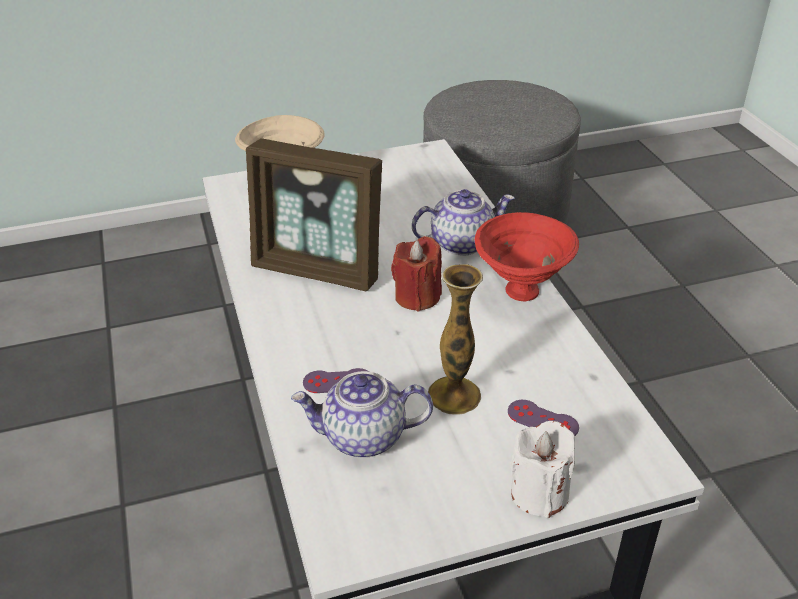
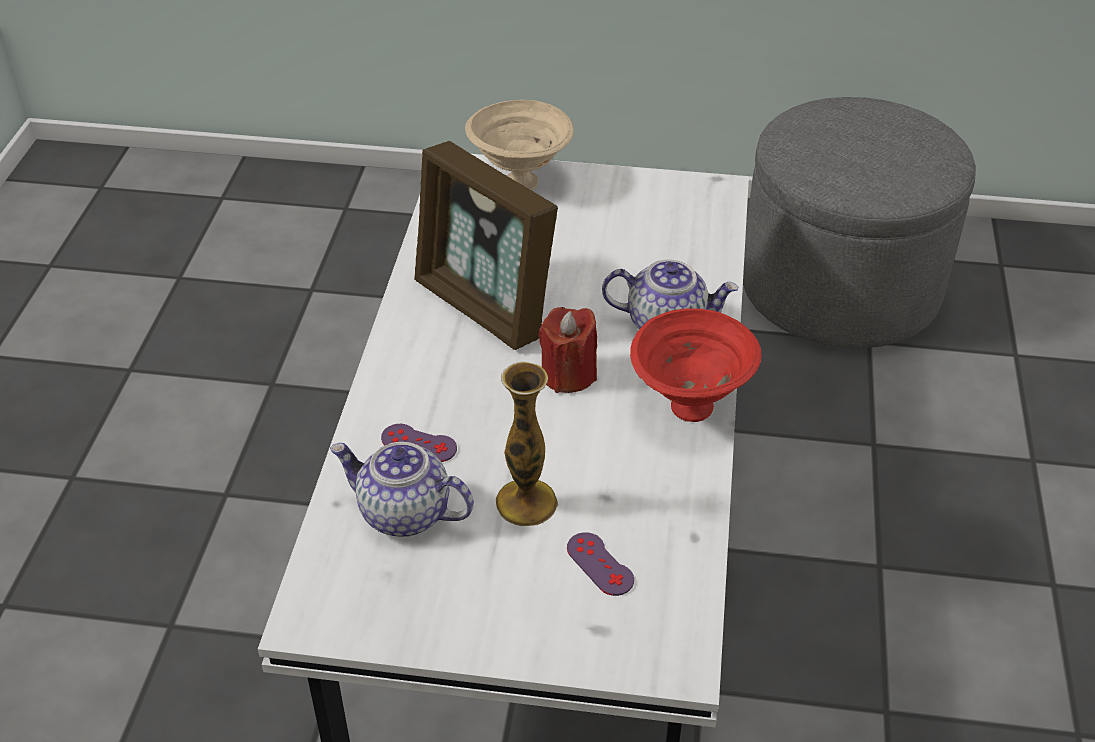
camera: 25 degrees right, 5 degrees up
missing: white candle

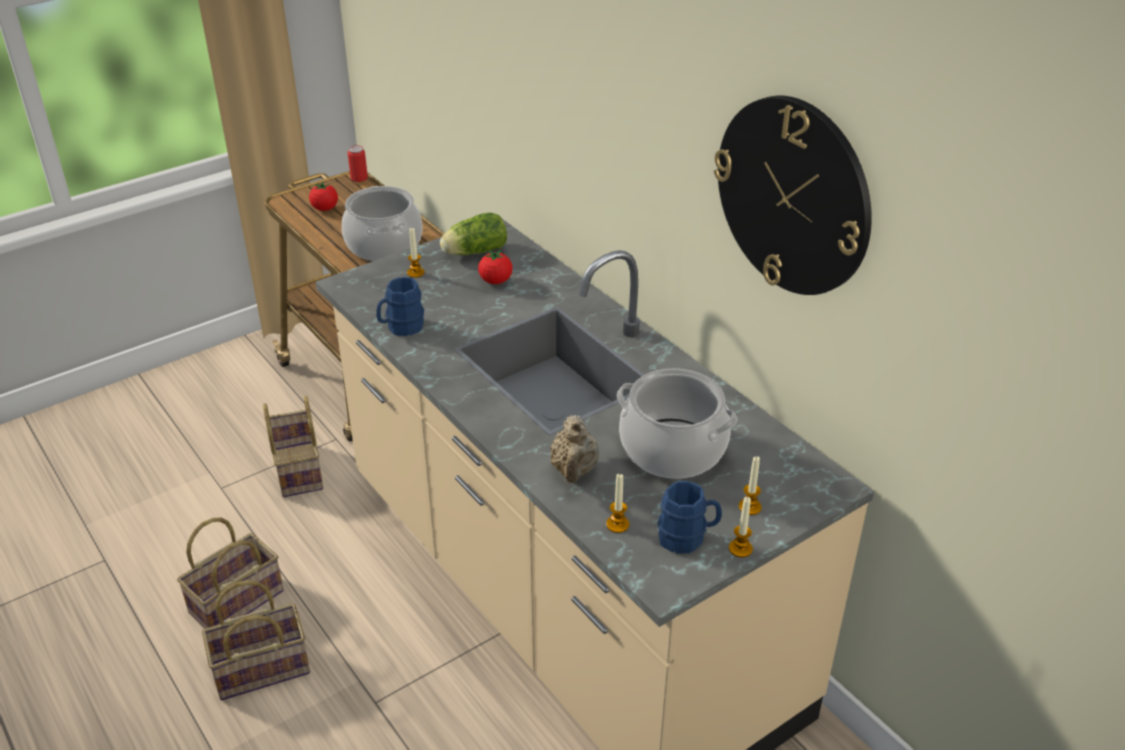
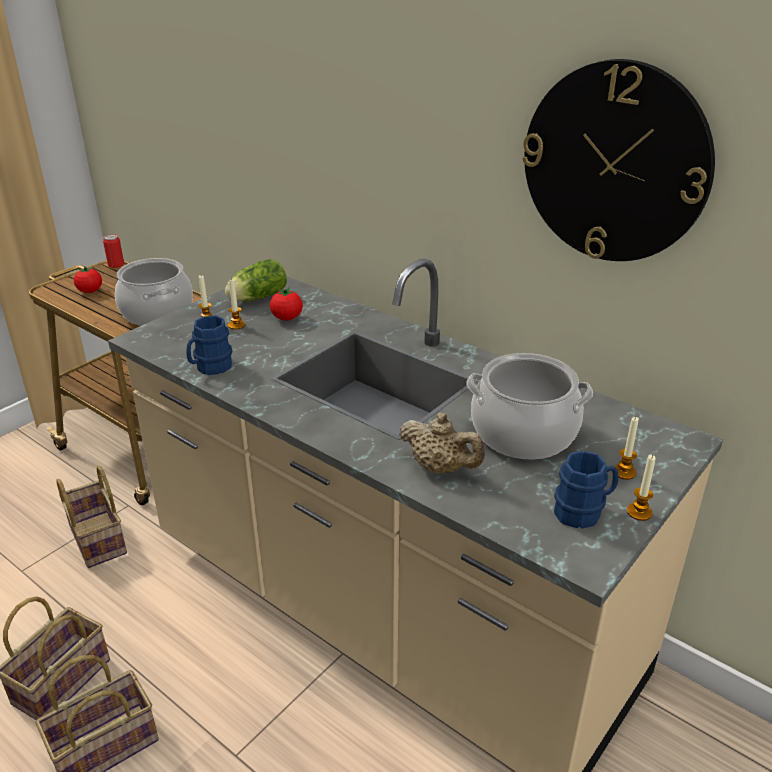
camera: 15 degrees left, 5 degrees down
relocated: candle (no. 2 from left)
spun: beige teapot 45 degrees counterclockwise

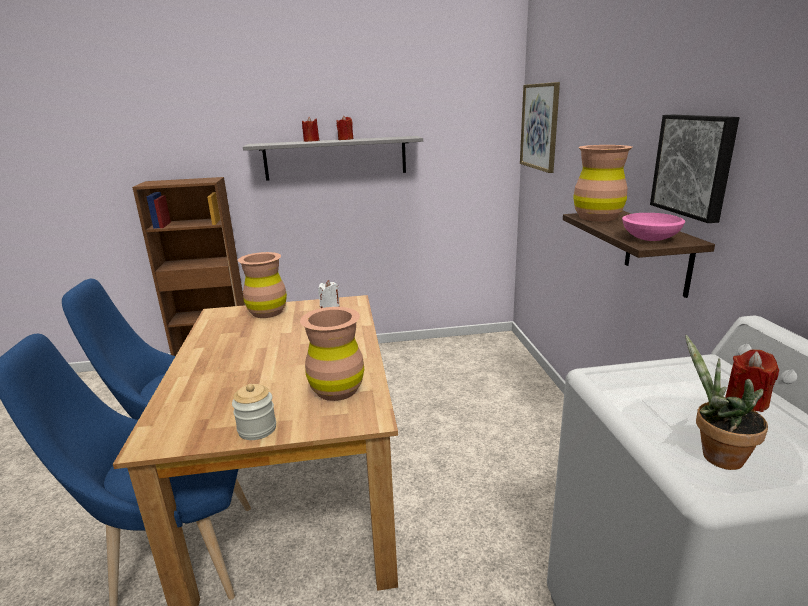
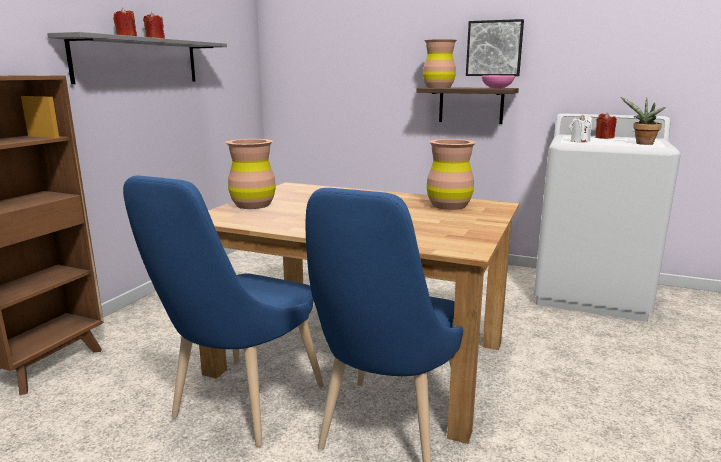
camera: 60 degrees left, 5 degrees down
missing: jar; picture (no. 1 from left)
relocated: white candle

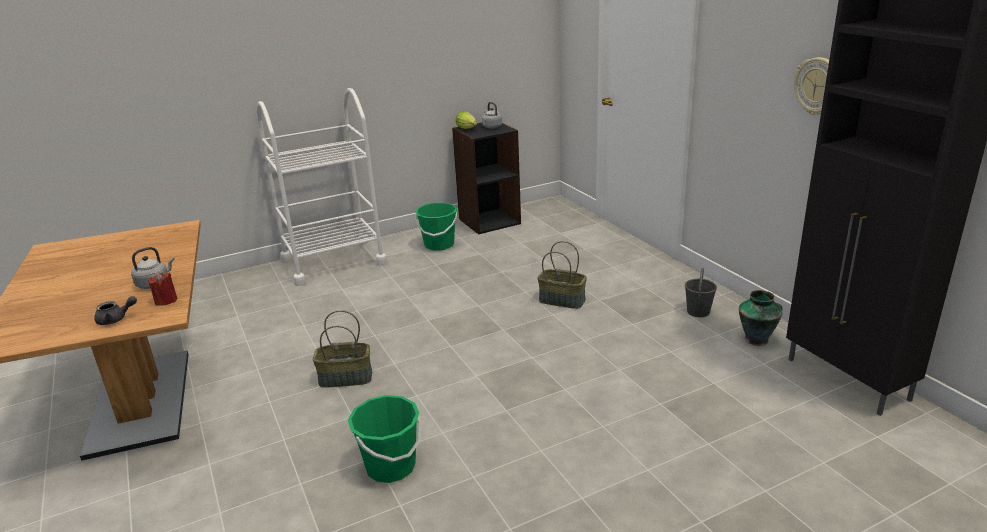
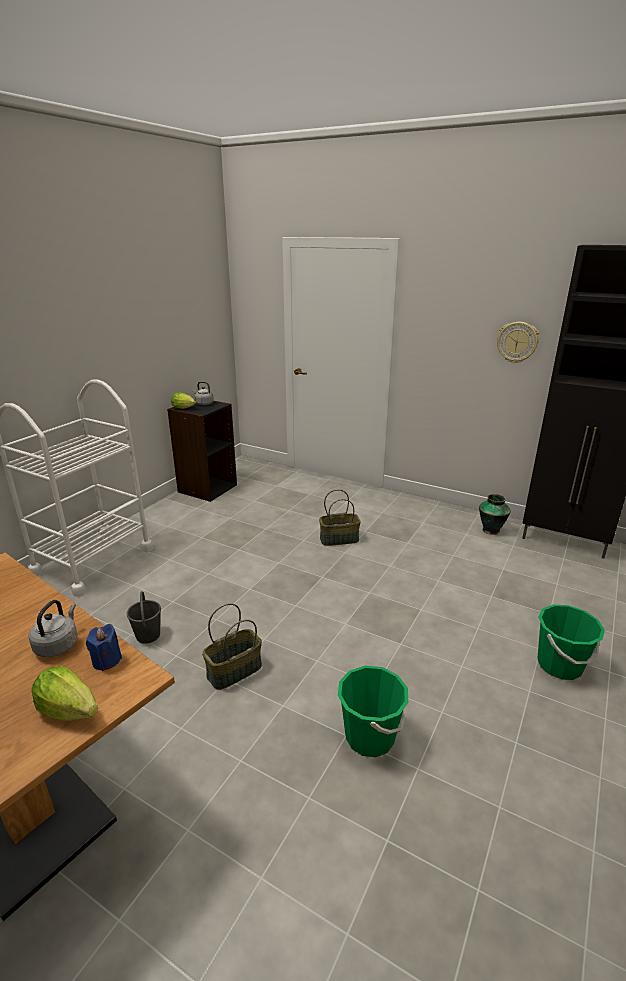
camera: 35 degrees left, 0 degrees up
relocated: green bucket (no. 2 from left); grey bucket
exchanged: grey teapot to lettuce (no. 1 from left)
colour: red candle to blue candle

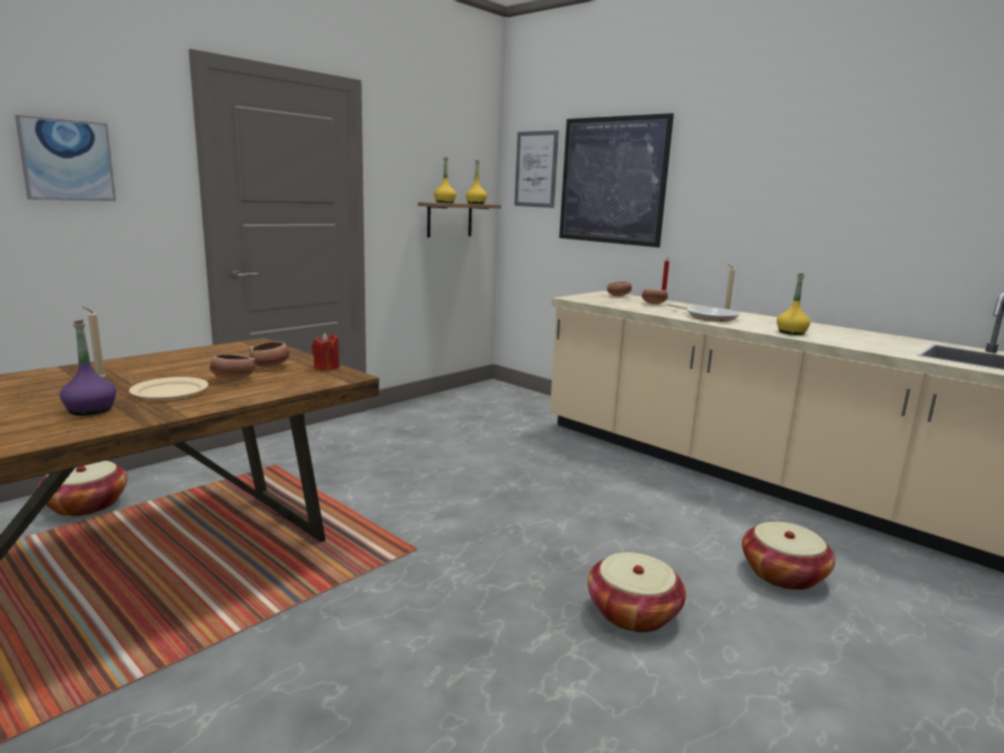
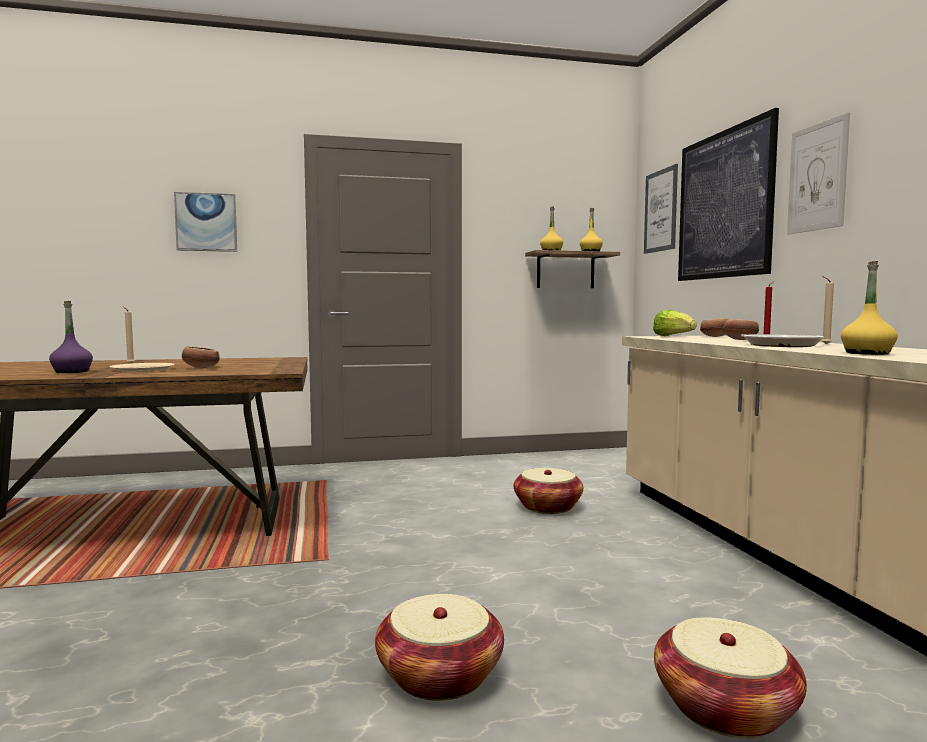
camera: 35 degrees right, 10 degrees down
missing: bowl (no. 2 from left); red candle (no. 1 from left)
appeared: lettuce; picture (no. 4 from left)
relocated: basket (no. 1 from left in the first image) to basket (no. 2 from left)

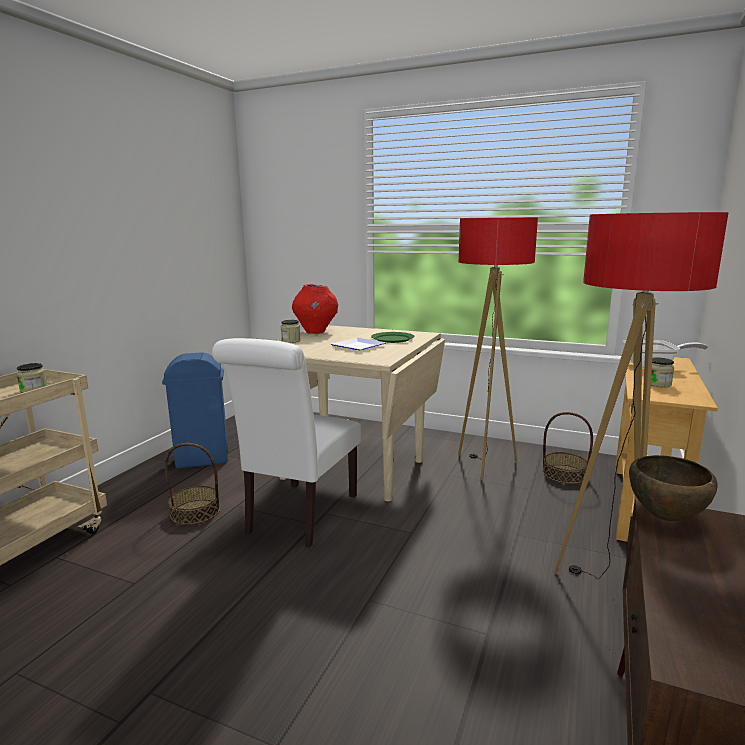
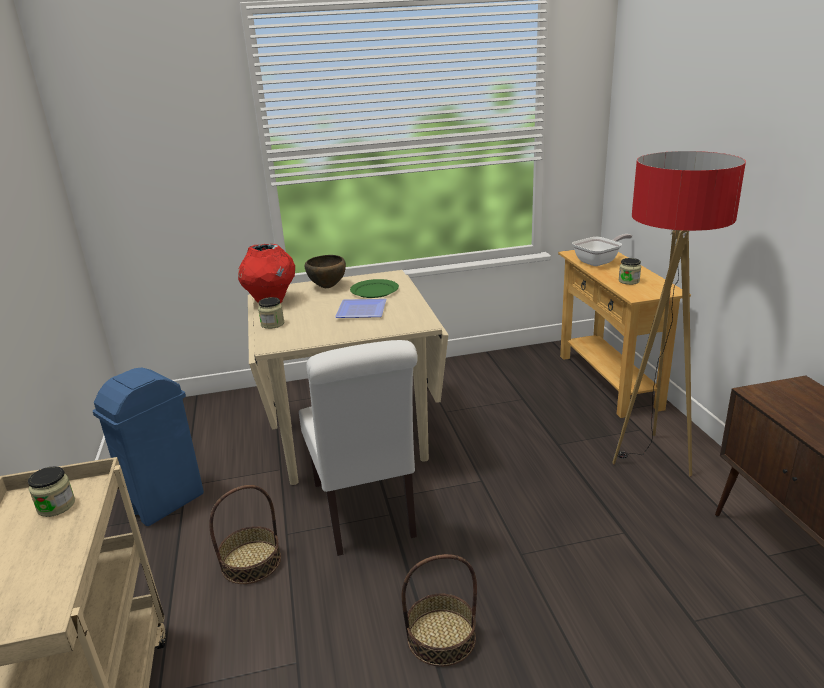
camera: 35 degrees left, 10 degrees up
missing: floor lamp (no. 1 from left)
relocated: basket (no. 2 from left); brown bowl

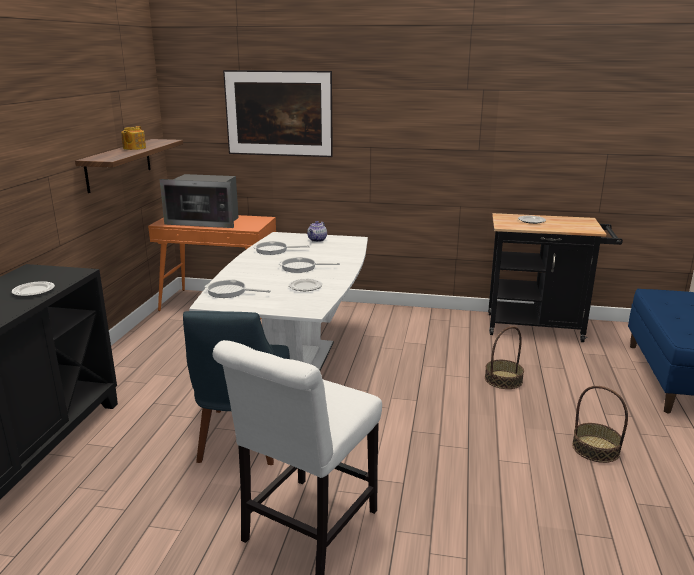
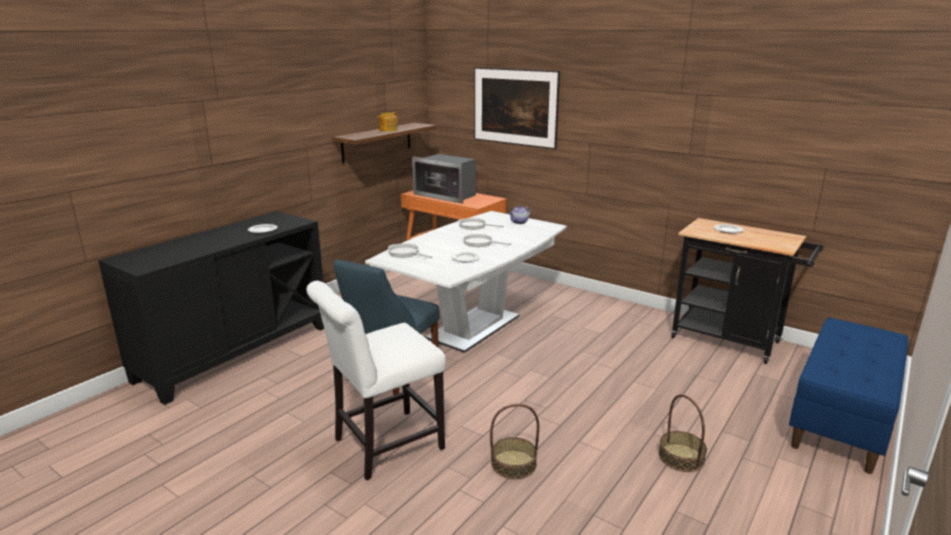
camera: 25 degrees right, 0 degrees up
relocated: basket (no. 1 from left)

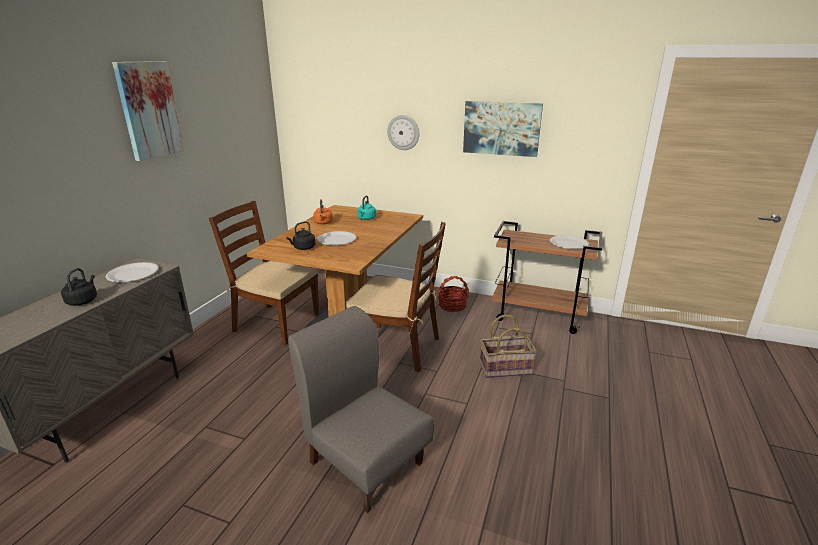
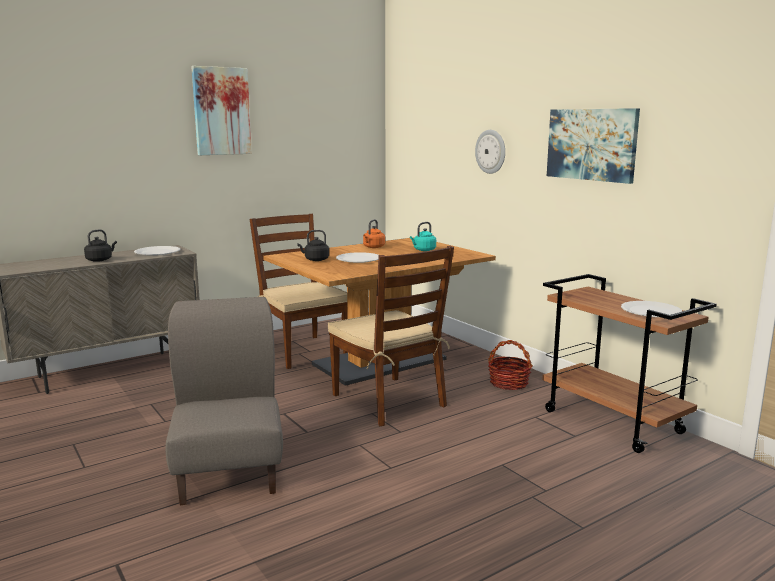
camera: 35 degrees right, 10 degrees down
missing: basket (no. 2 from left)

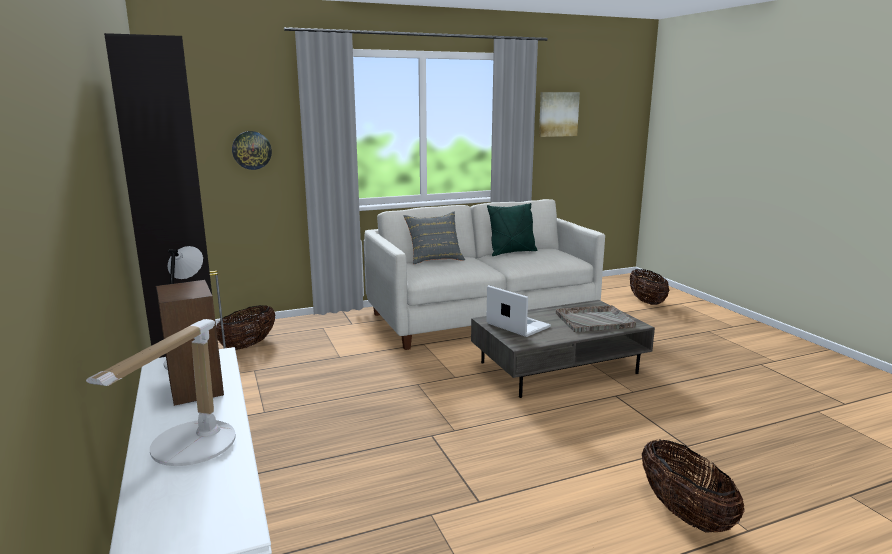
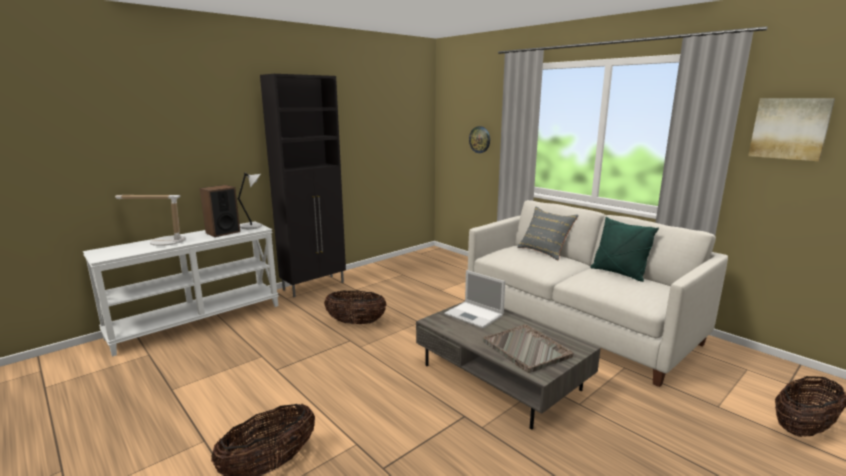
camera: 70 degrees right, 0 degrees up
relocated: basket (no. 1 from left in the first image) to basket (no. 2 from left)
spun: laptop 105 degrees clockwise

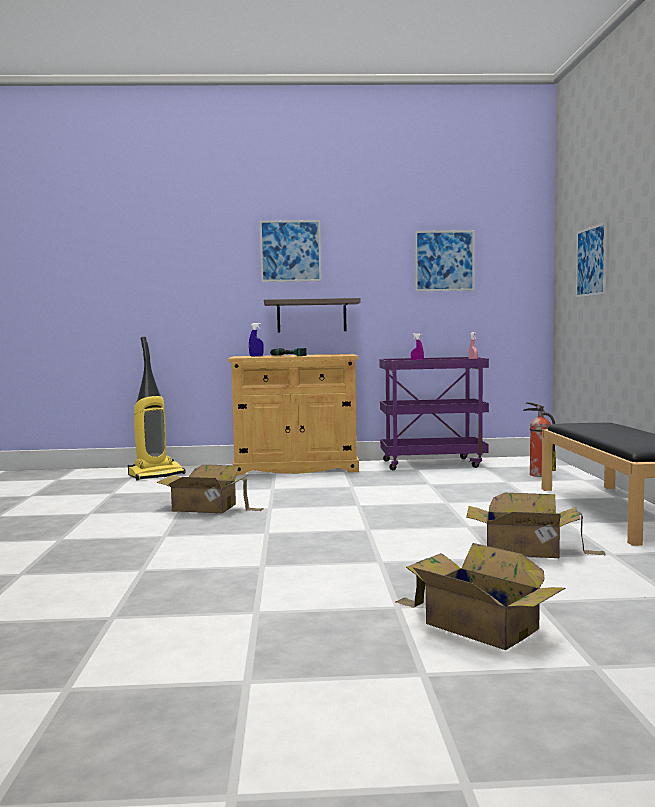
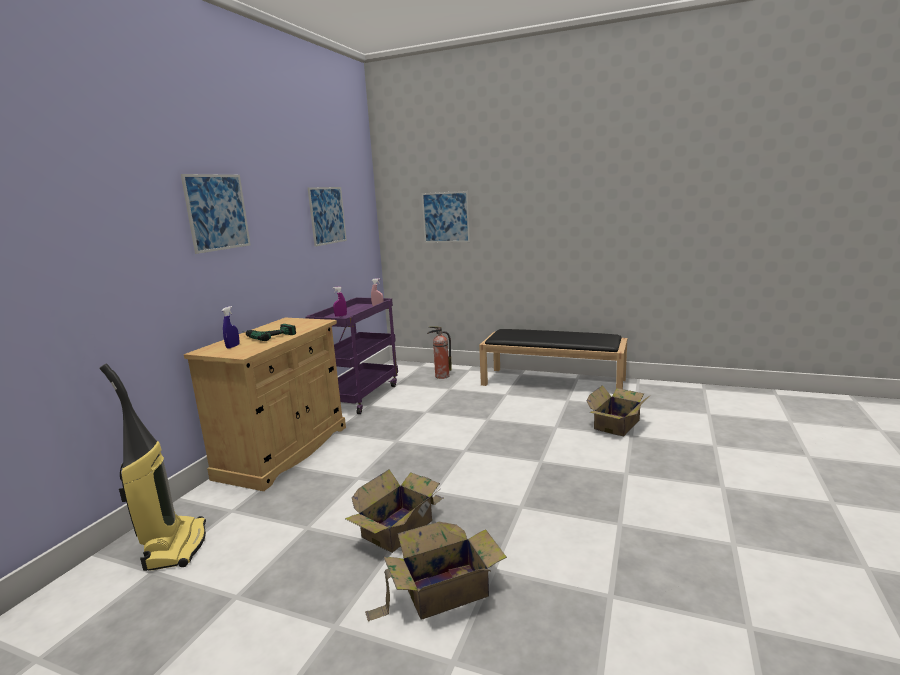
camera: 65 degrees left, 10 degrees up
missing: shelf
relocated: cardboard box (no. 2 from left)

